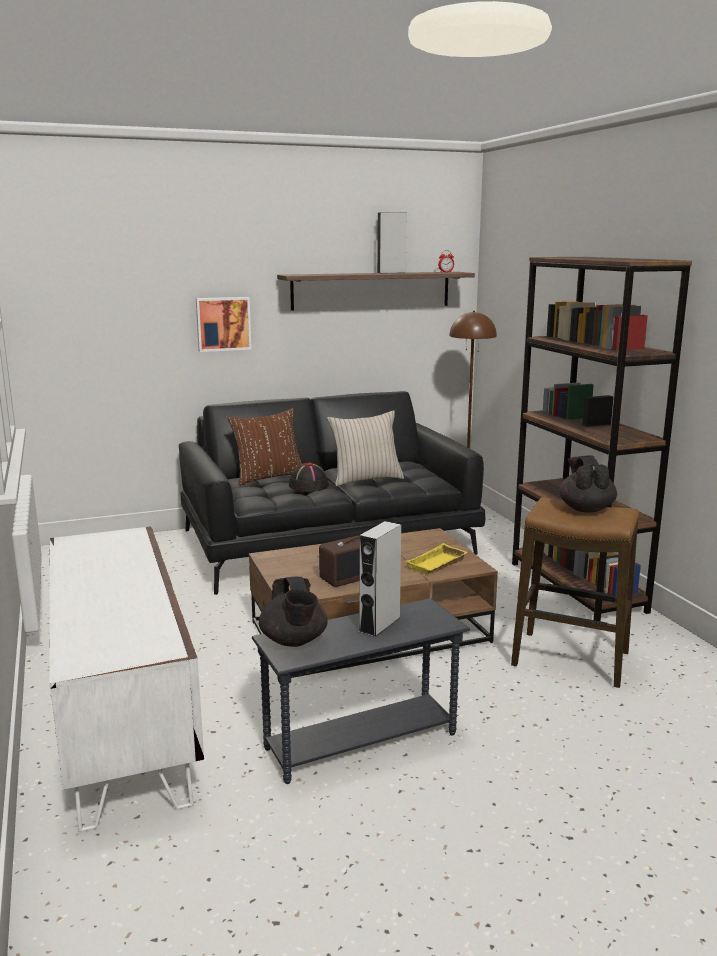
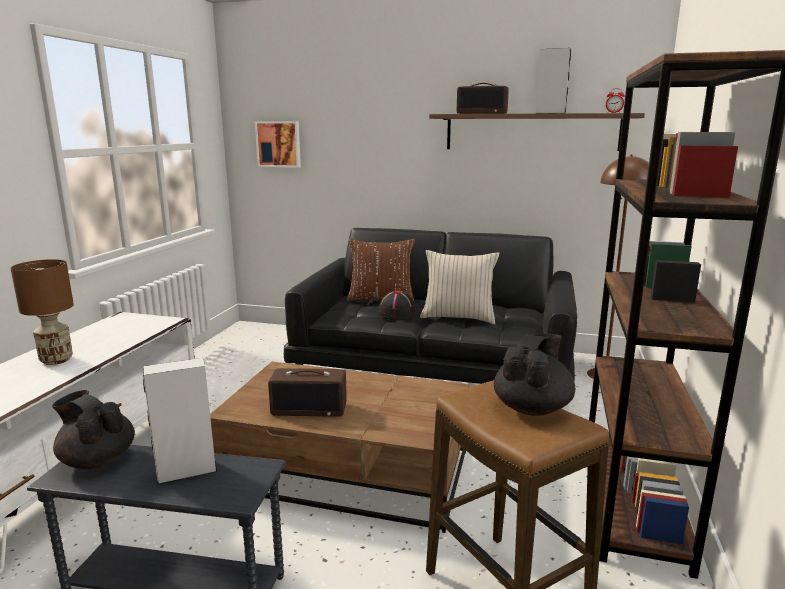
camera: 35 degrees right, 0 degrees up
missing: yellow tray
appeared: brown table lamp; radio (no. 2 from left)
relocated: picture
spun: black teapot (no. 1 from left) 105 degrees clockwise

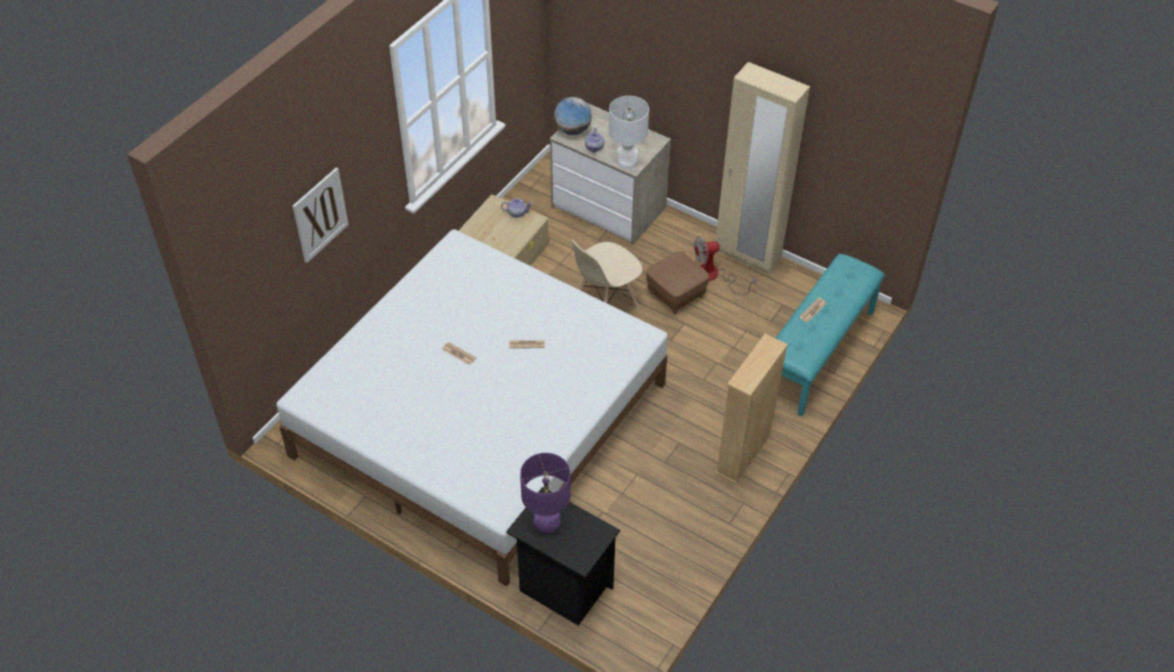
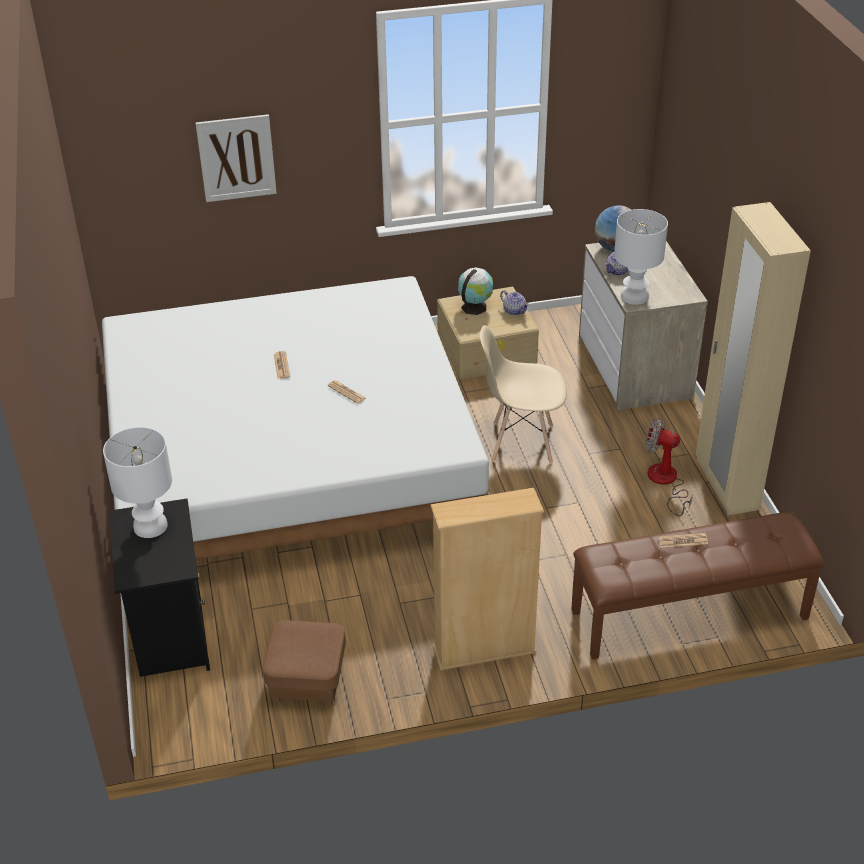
camera: 45 degrees right, 10 degrees down
appeared: globe (no. 1 from left)
relocated: brown ottoman
colour: purple table lamp to white table lamp (no. 1 from left); turquoise bench to brown bench

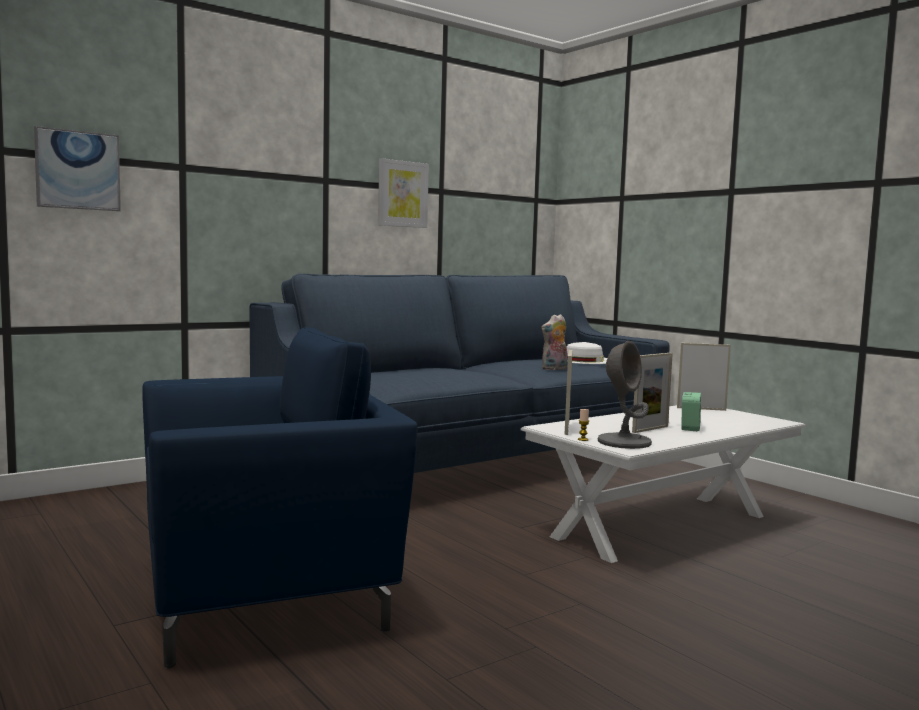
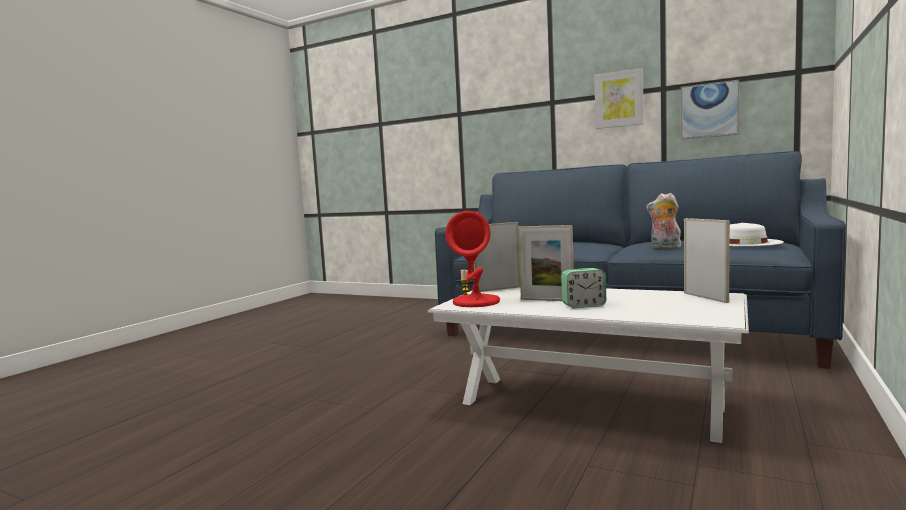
camera: 65 degrees right, 0 degrees up
missing: blue armchair
relocated: picture (no. 1 from left in the first image) to picture (no. 2 from left)
colour: grey table lamp to red table lamp

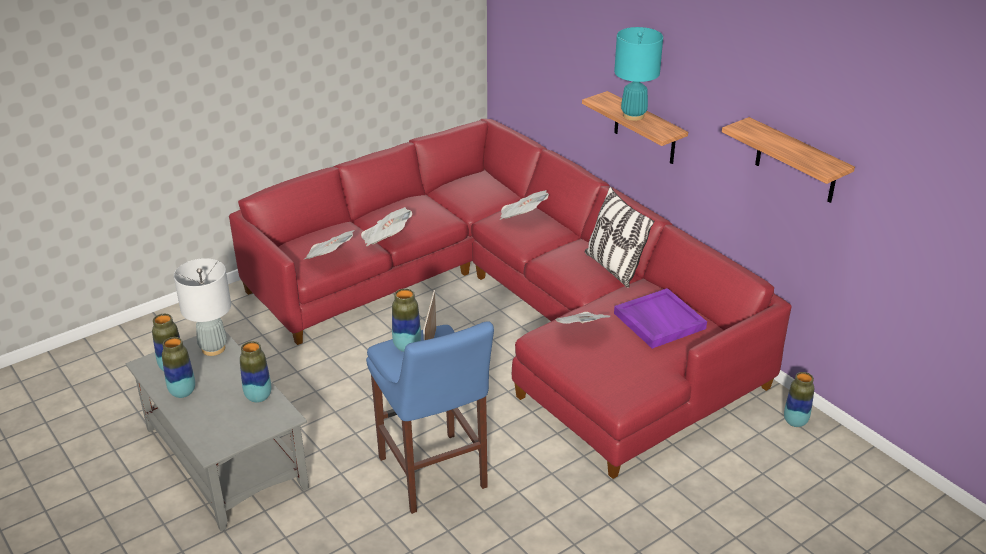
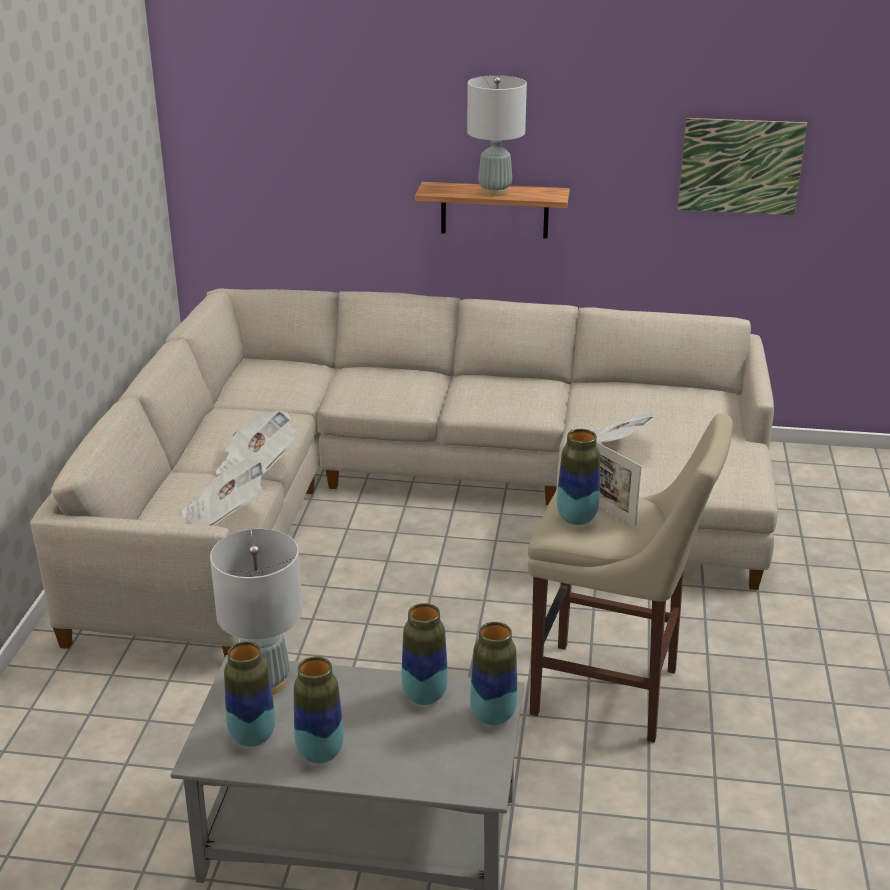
camera: 45 degrees left, 5 degrees down
missing: newspaper (no. 3 from left); pillow; purple tray
relocated: vase (no. 5 from left in the first image) to vase (no. 4 from left)
exchanged: shelf (no. 2 from left) to picture
colour: red sofa to beige sofa; blue stool to beige stool; turquoise table lamp to grey table lamp (no. 2 from left)

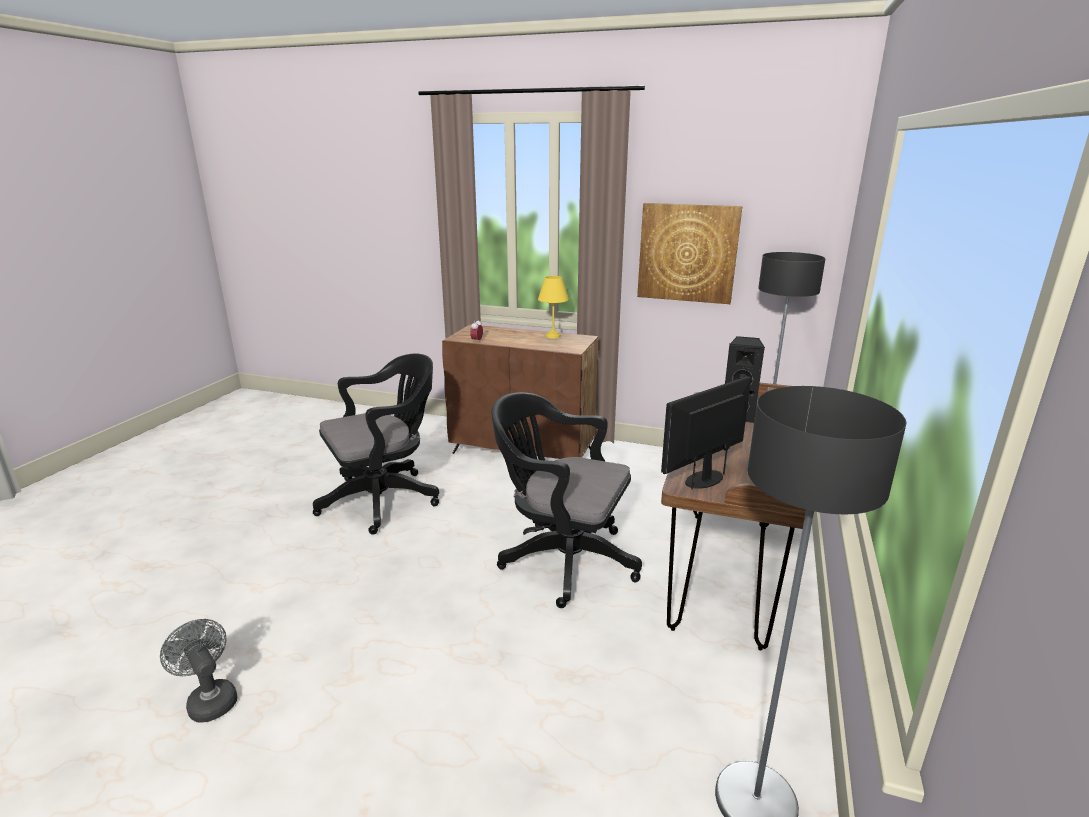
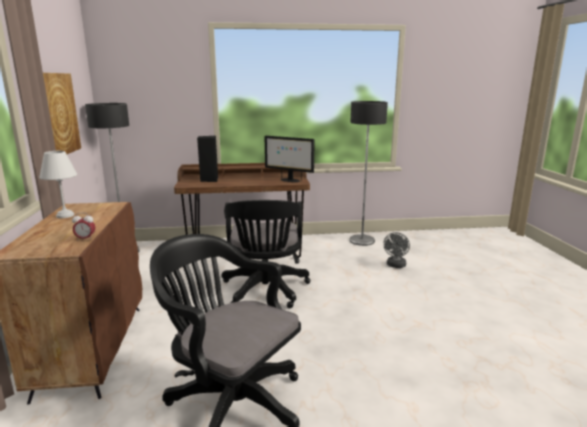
camera: 115 degrees left, 5 degrees down
relocated: grey fan
colour: yellow table lamp to white table lamp

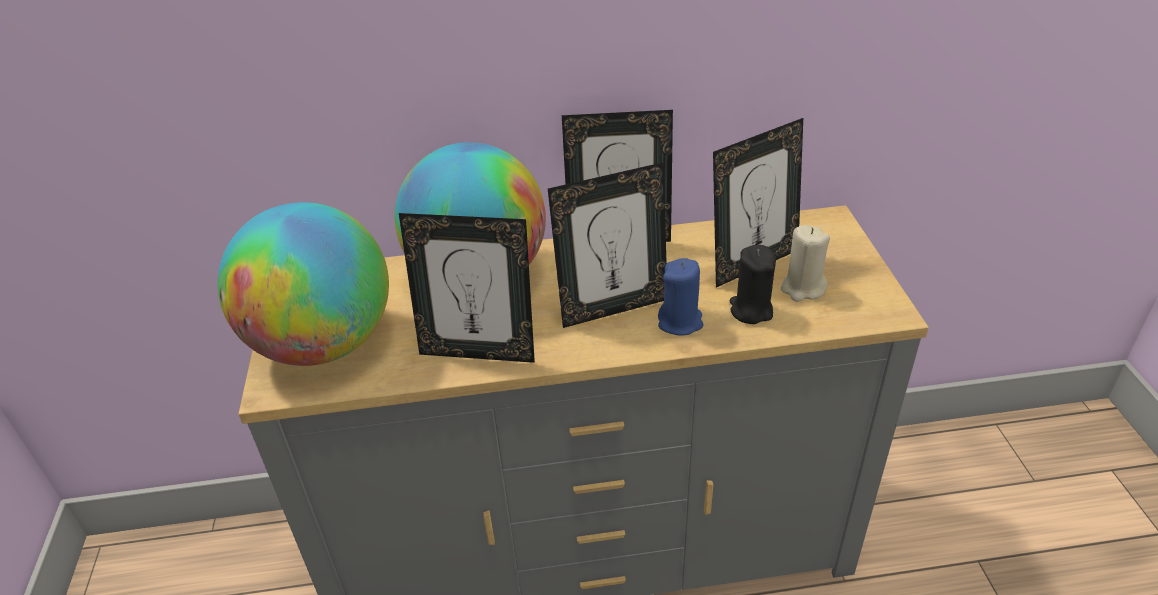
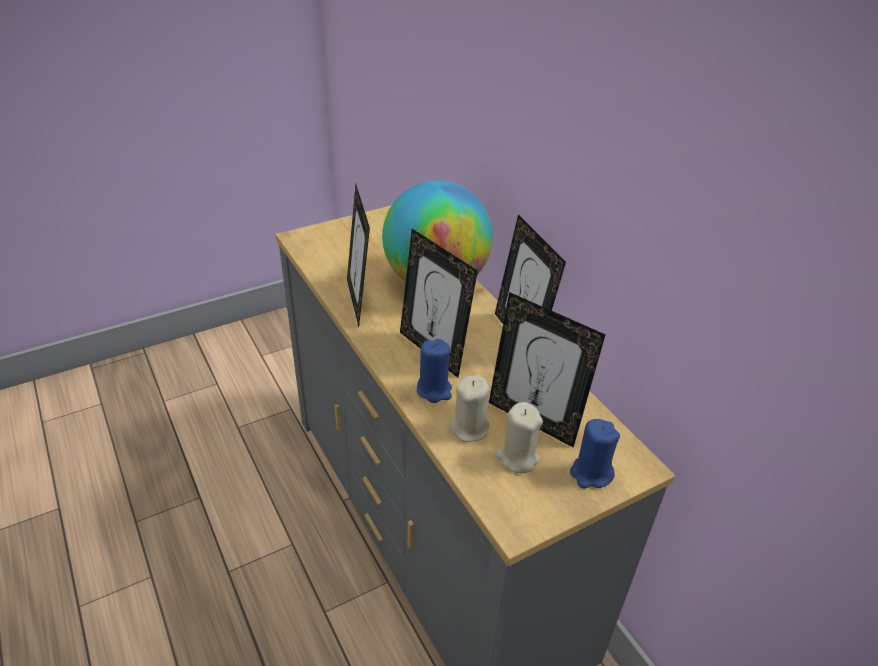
camera: 65 degrees right, 0 degrees up
missing: globe (no. 1 from left)
appeared: blue candle (no. 2 from left)
colour: black candle to beige candle (no. 1 from left)

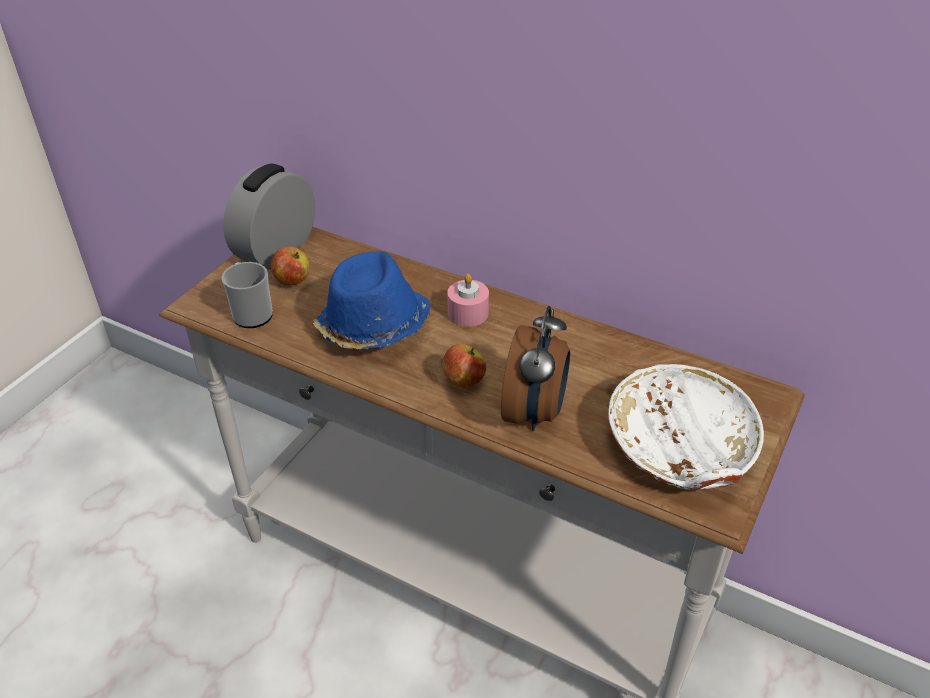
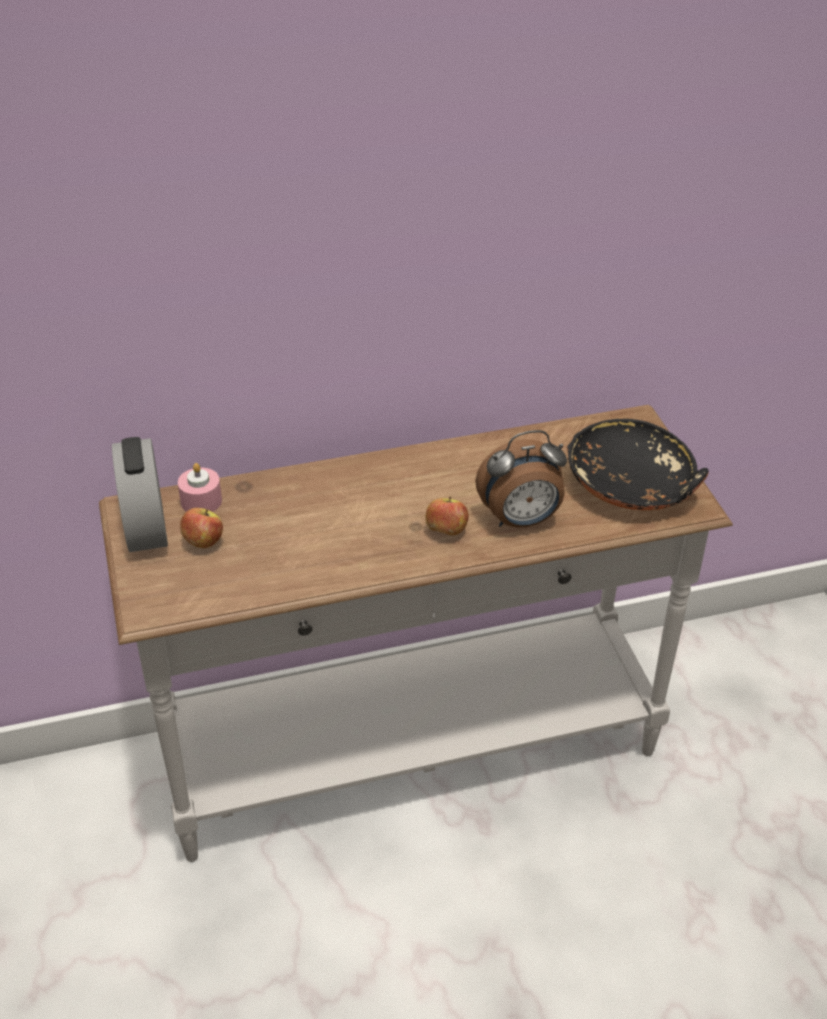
camera: 45 degrees left, 0 degrees up
missing: mug; blue hat
relocated: pink candle
colour: white bowl to black bowl
spun: alarm clock (no. 2 from left) 105 degrees clockwise

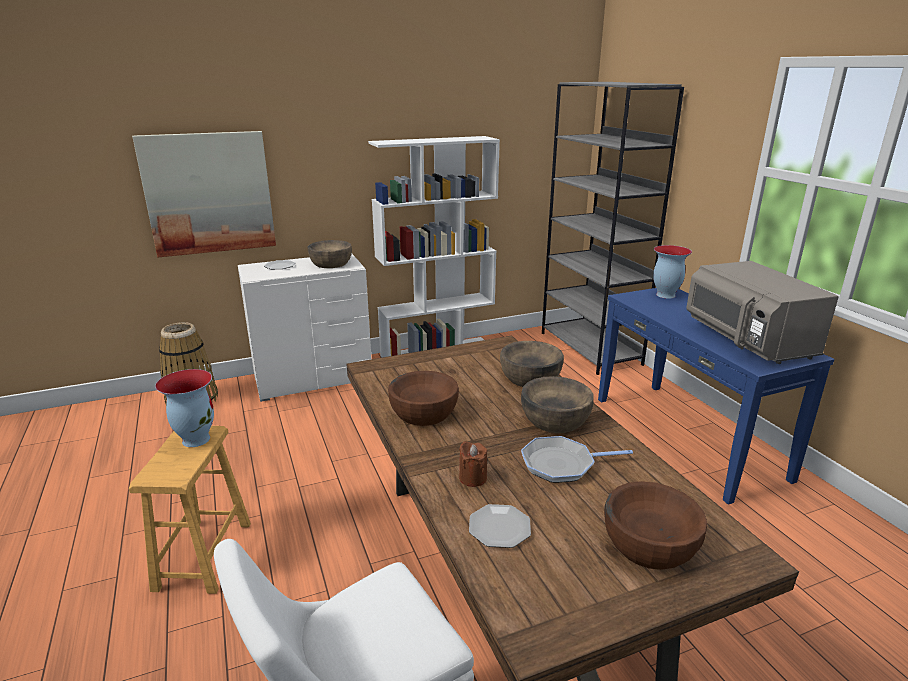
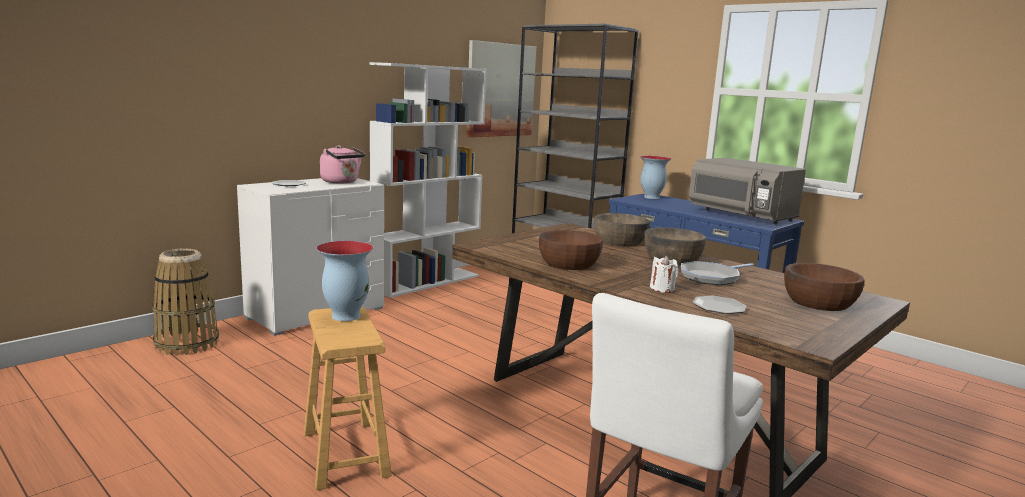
camera: 25 degrees left, 10 degrees down
relocated: picture
exchanged: brown bowl (no. 1 from left) to pink kettle
colour: brown candle to white candle

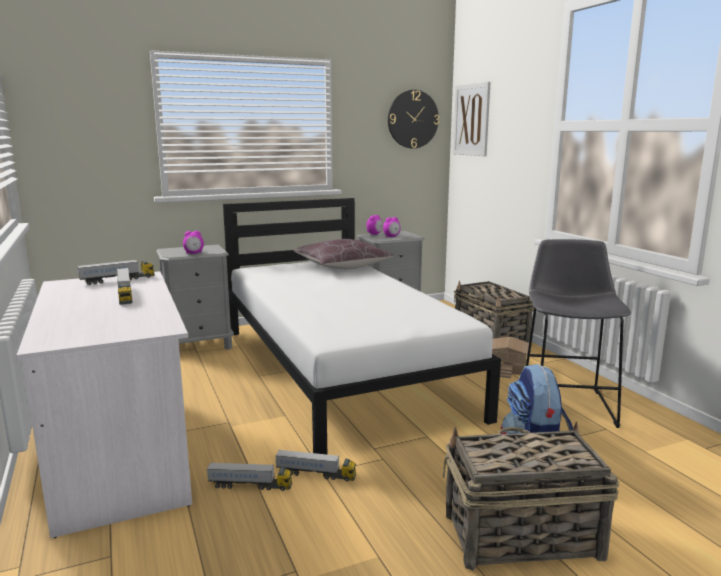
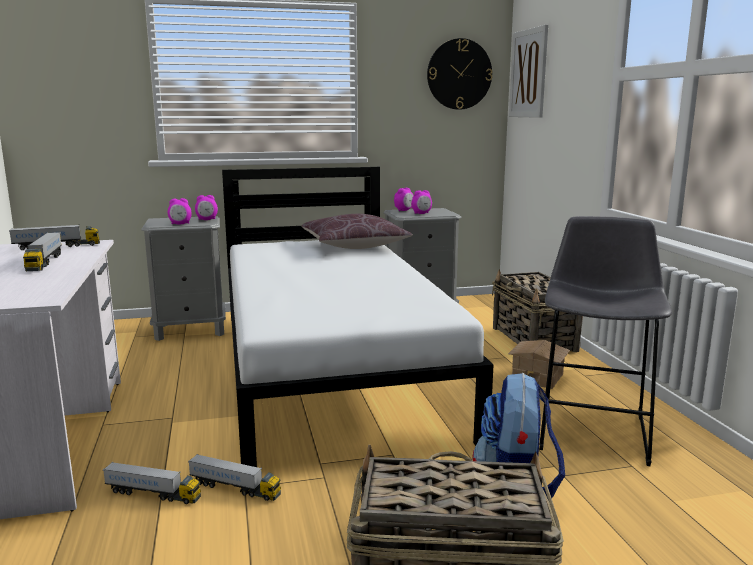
camera: 10 degrees right, 0 degrees up
appeared: alarm clock (no. 2 from left)

